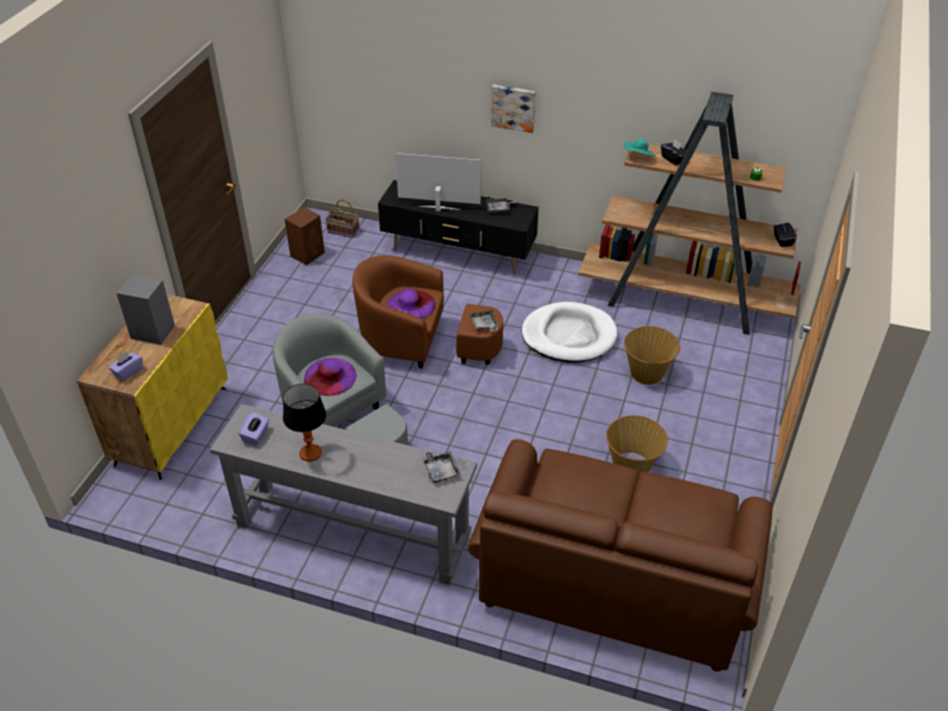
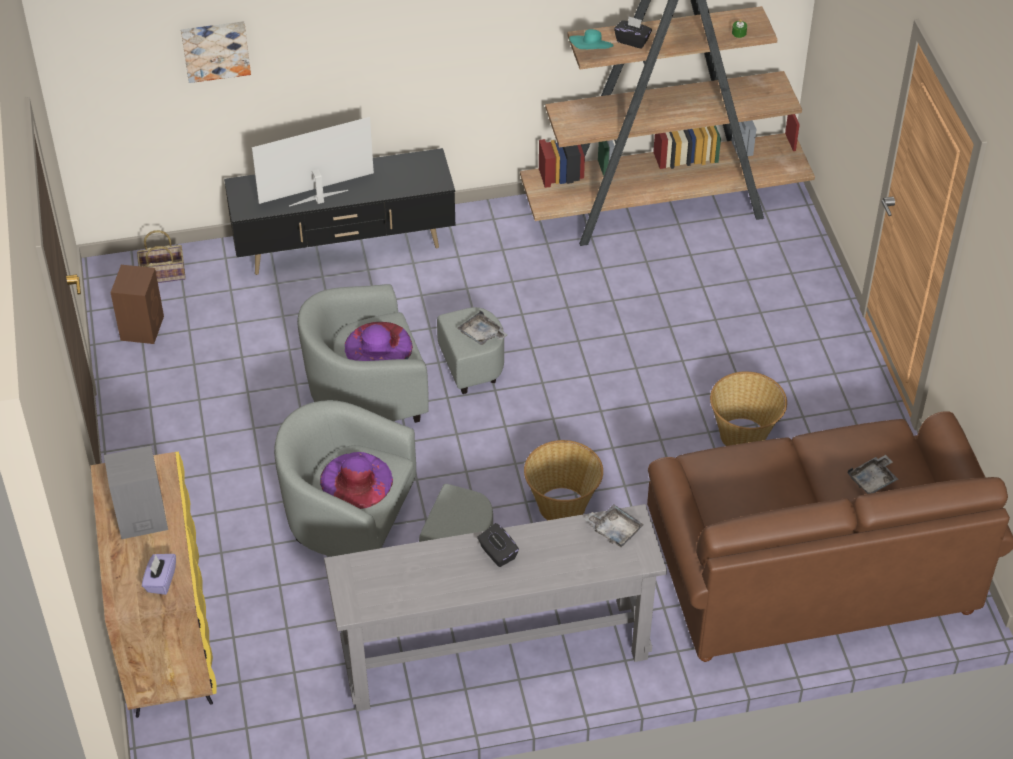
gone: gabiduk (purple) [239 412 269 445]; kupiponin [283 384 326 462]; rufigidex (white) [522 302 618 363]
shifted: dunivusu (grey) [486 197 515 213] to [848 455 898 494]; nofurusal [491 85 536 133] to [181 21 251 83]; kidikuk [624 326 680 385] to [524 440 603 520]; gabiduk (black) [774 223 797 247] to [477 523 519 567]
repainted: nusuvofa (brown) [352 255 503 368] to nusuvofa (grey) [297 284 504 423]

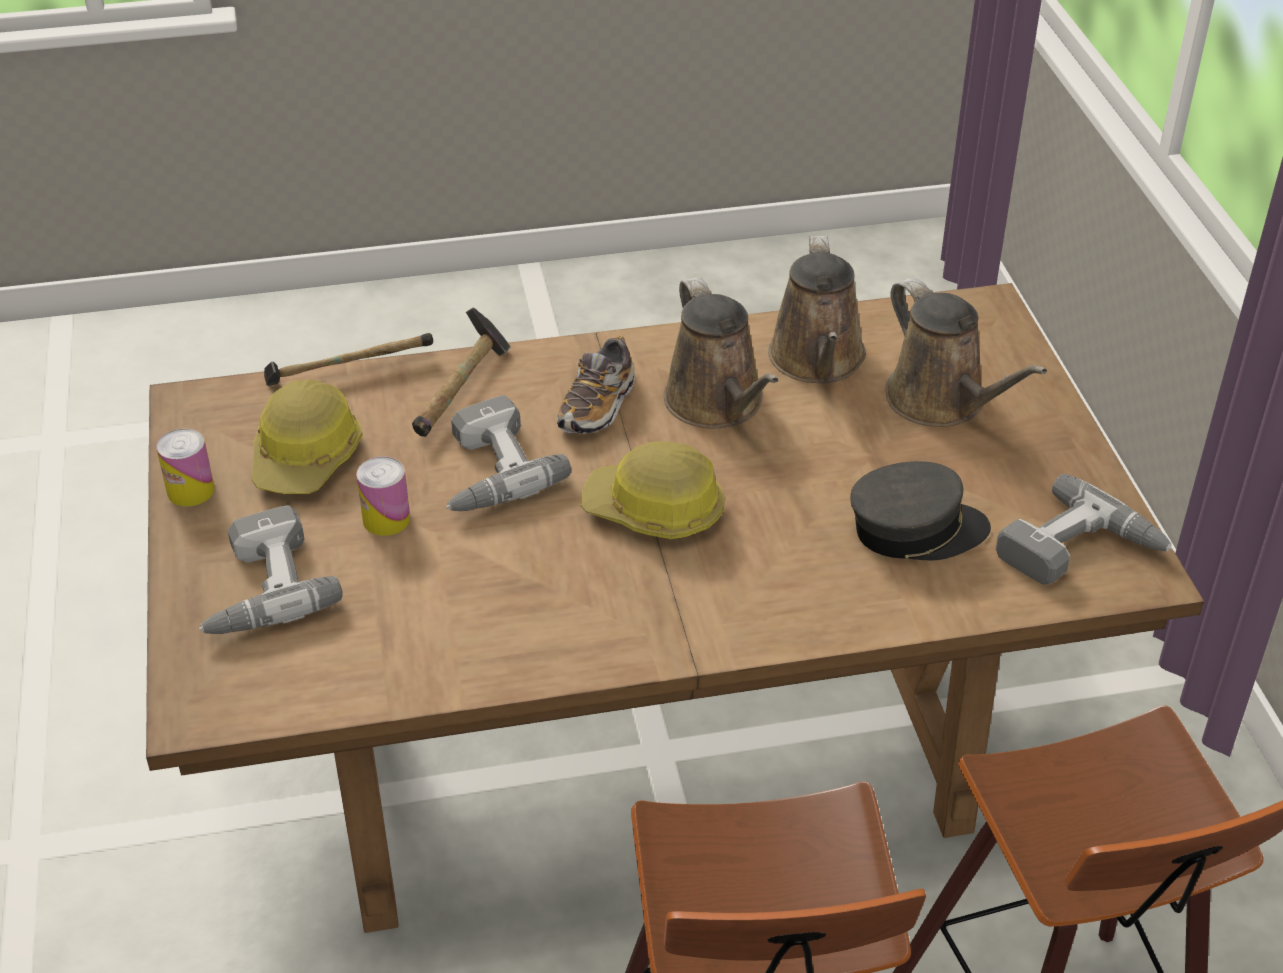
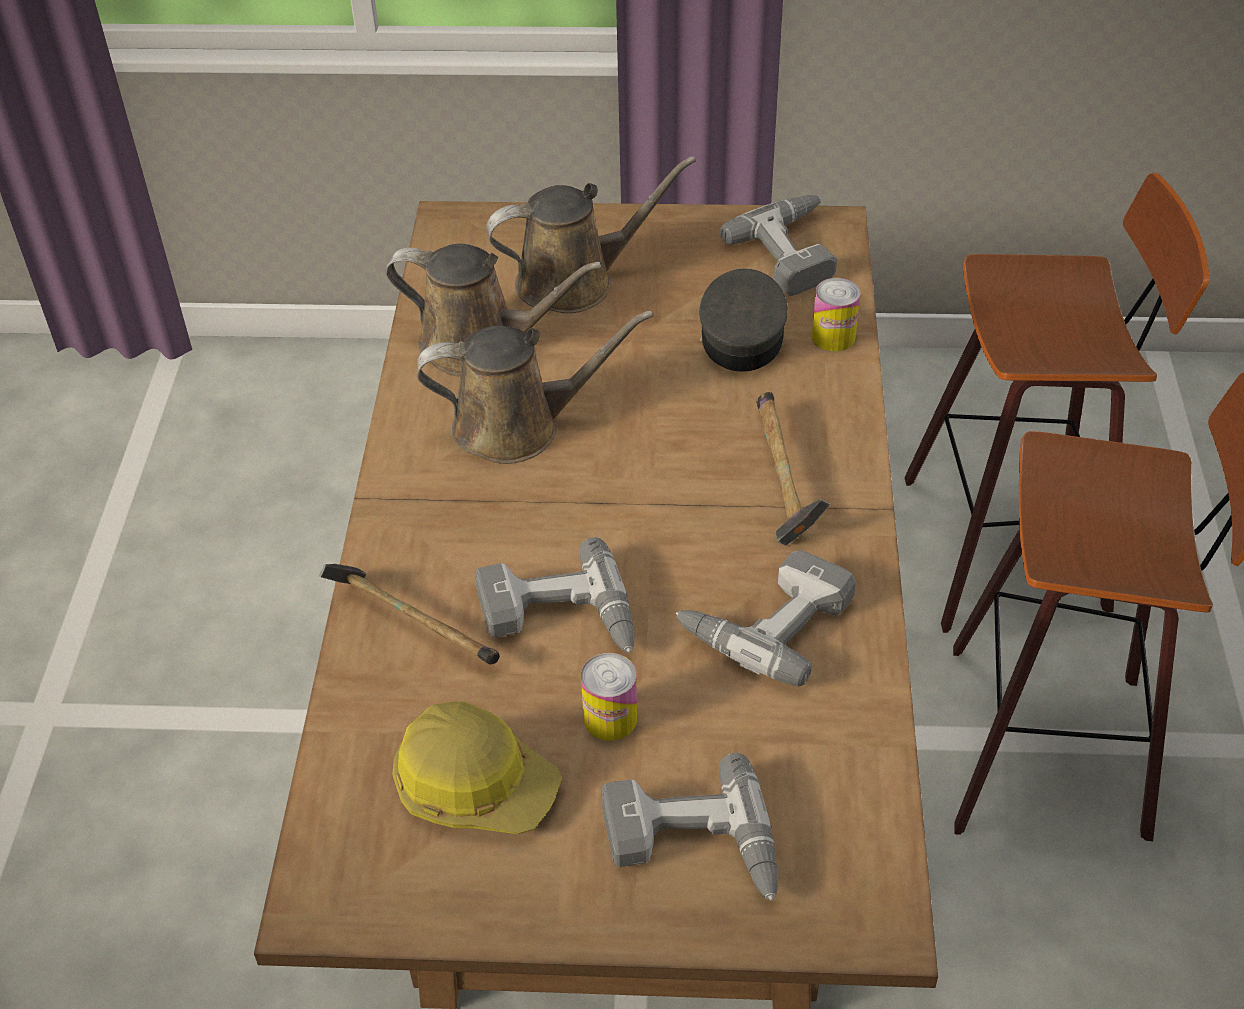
gone: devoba [557 336 635 434]; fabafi [581 441 725 539]
new: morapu [675 550 856 686]
shifted: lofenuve [156 429 214 507] to [812 278 860 351]; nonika [264 333 433 386] to [756 392 830 546]

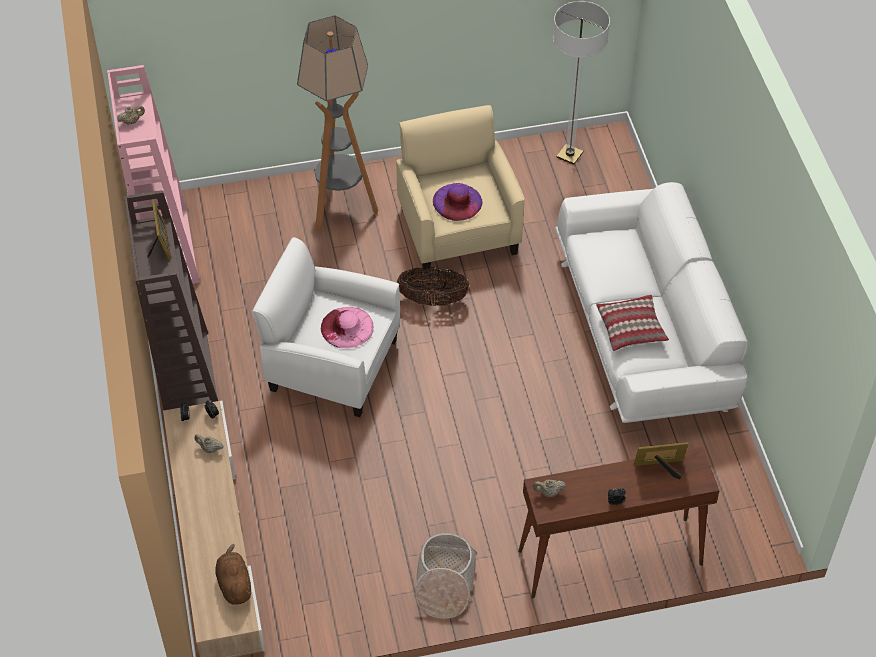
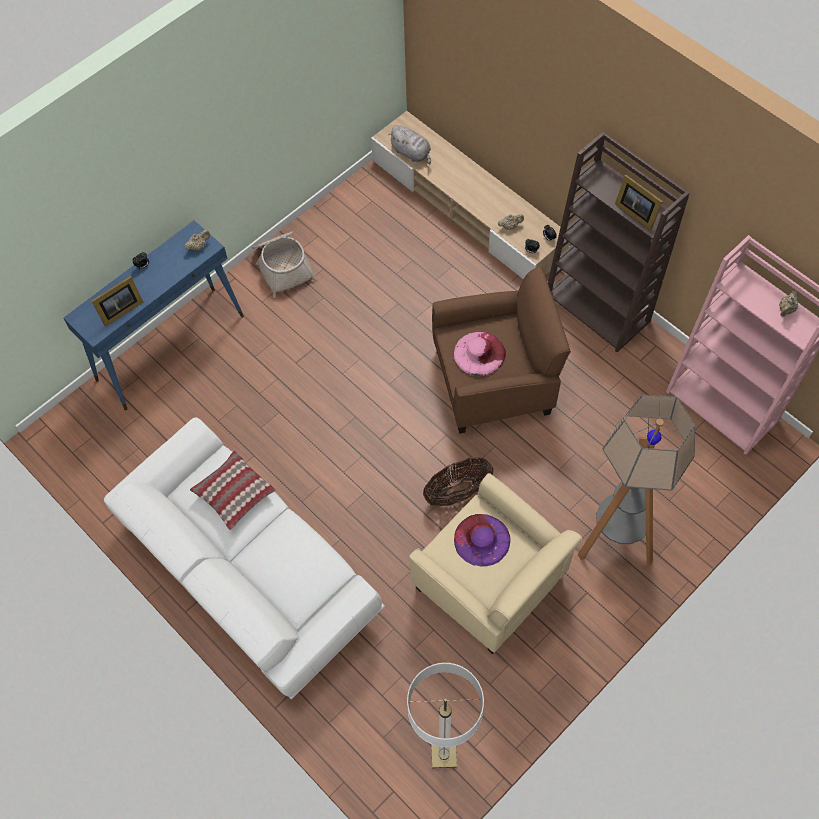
repainted: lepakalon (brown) [215 544 251 605] to lepakalon (grey) [388 125 431 165]; nusuvofa (white) [252 237 400 417] to nusuvofa (brown) [432 267 571 434]; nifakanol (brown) [518 447 720 598] to nifakanol (blue) [63 220 244 411]

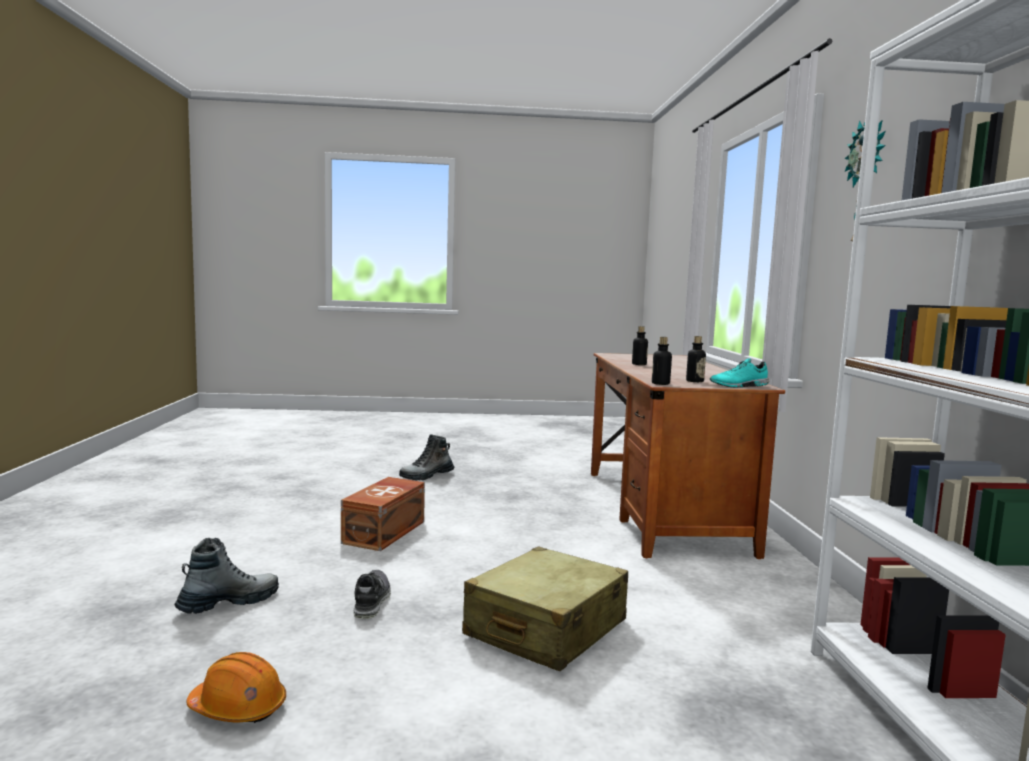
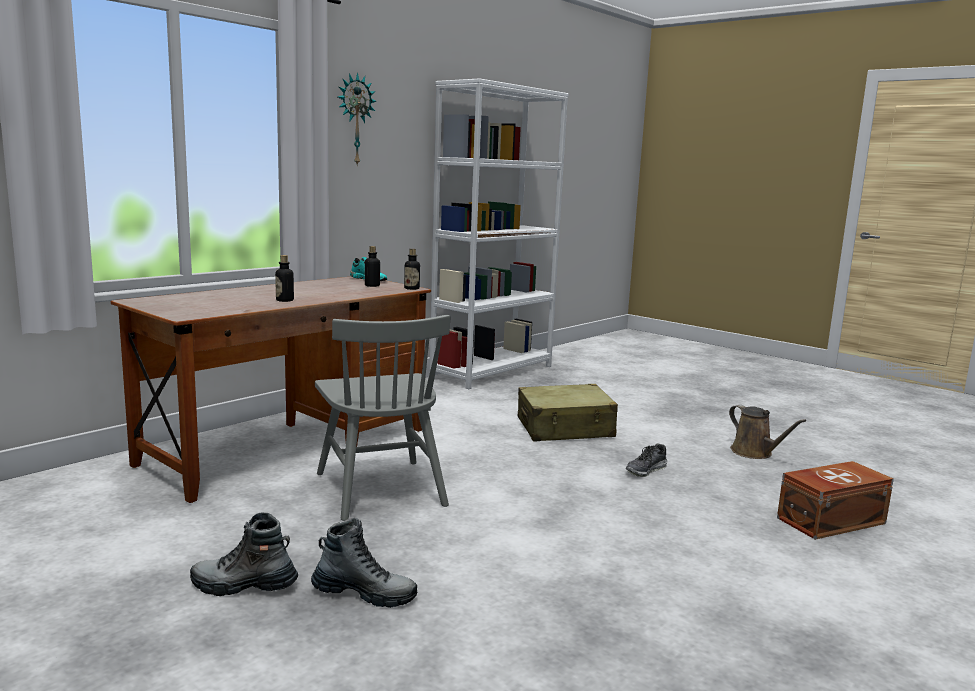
new: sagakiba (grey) [315 315 450 521]
shifted: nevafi [174 538 279 614] to [190 512 298 596]; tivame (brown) [341 477 425 551] to [777 461 894 540]
swapped: fabafi (orange) [186 652 286 723] to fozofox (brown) [729 405 806 459]

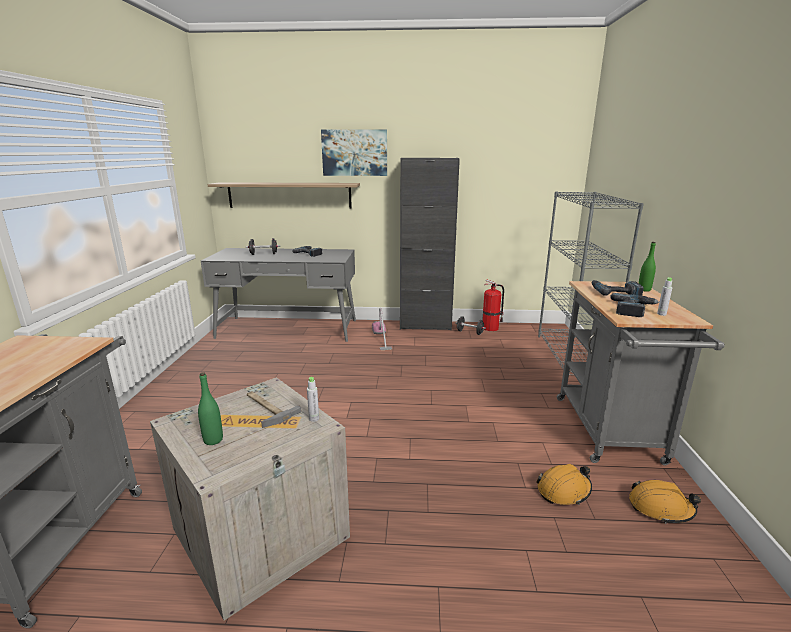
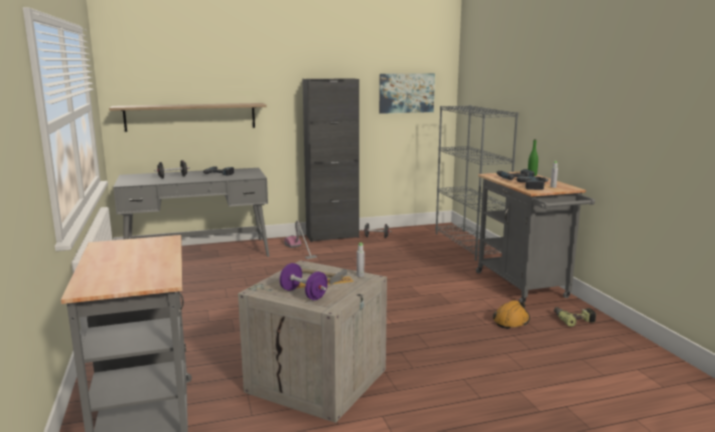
gone: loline [482 280 504 331]
shifted: nofurusal [321 129 387 176] to [379 73 435 114]
swapped: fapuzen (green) [198 372 223 445] to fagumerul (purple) [280 263 328 300]; fabafi (orange) [629 480 701 524] to morapu [554 307 597 327]

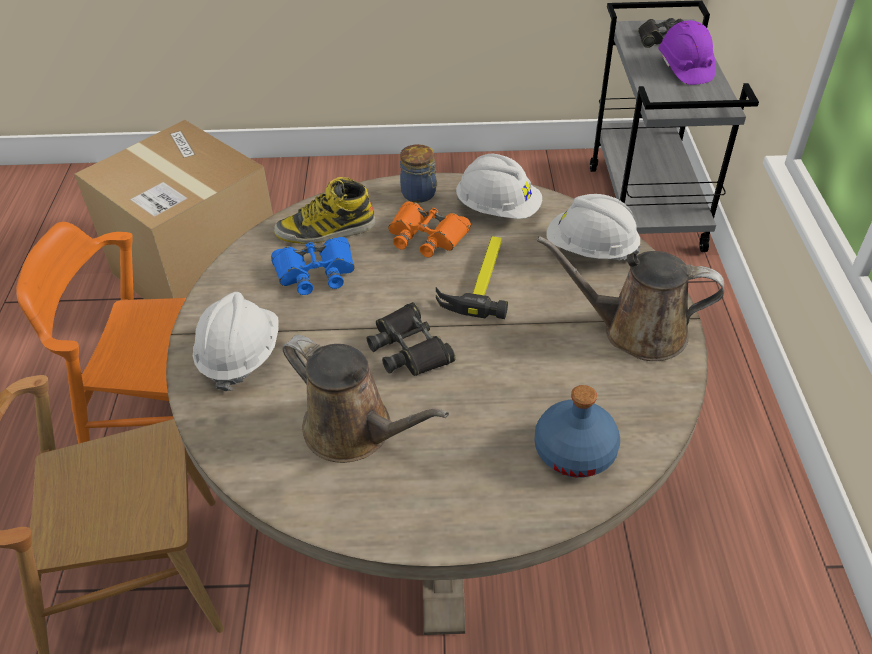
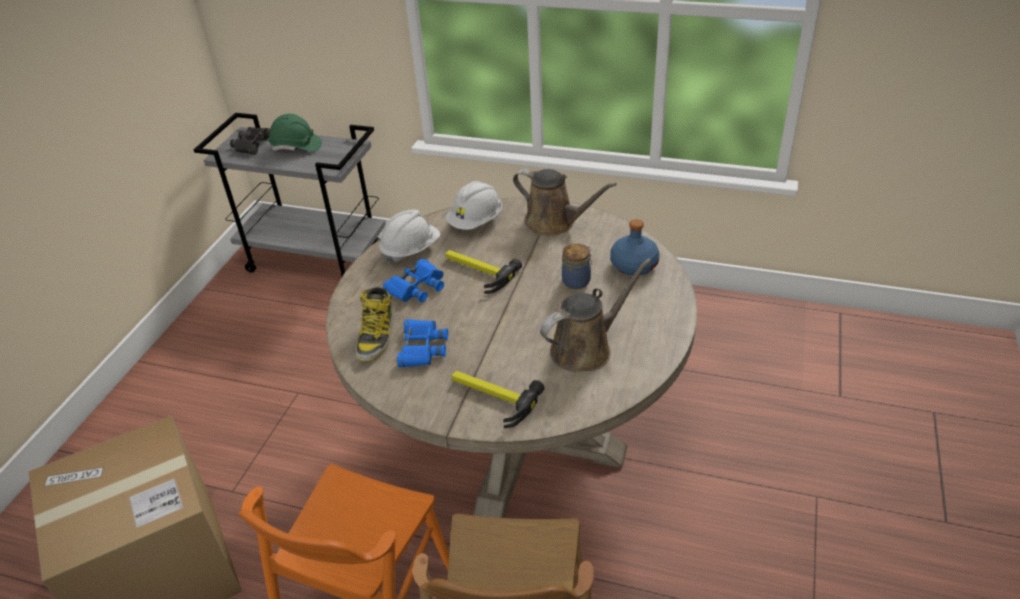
gone: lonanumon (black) [367 302 455 376]
shifted: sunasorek [400 144 437 203] to [562 243 592 289]
swapped: fabafi (white) [193 292 278 391] to nonika [451 371 545 428]
repainted: lonanumon (orange) [388 201 471 257] to lonanumon (blue) [383 259 444 302]; fabafi (purple) [659 20 716 85] to fabafi (green) [269 114 322 151]
rotated: fozofox (brown) [537 236 724 361] = [513 168 617 236] 90 degrees counterclockwise

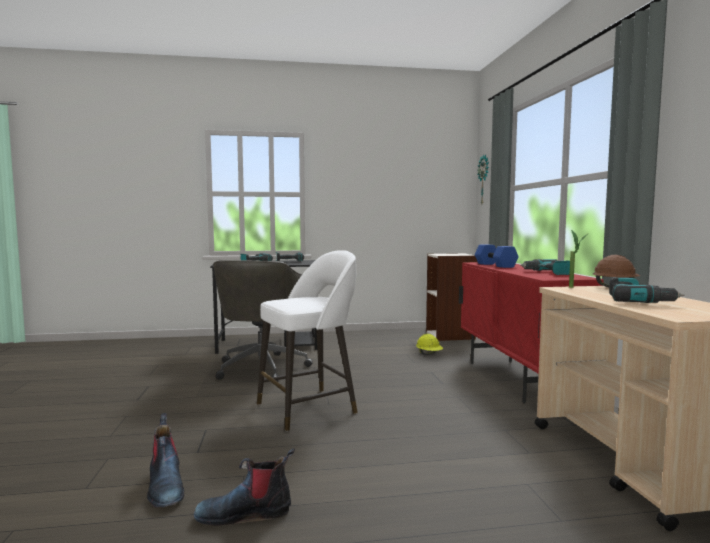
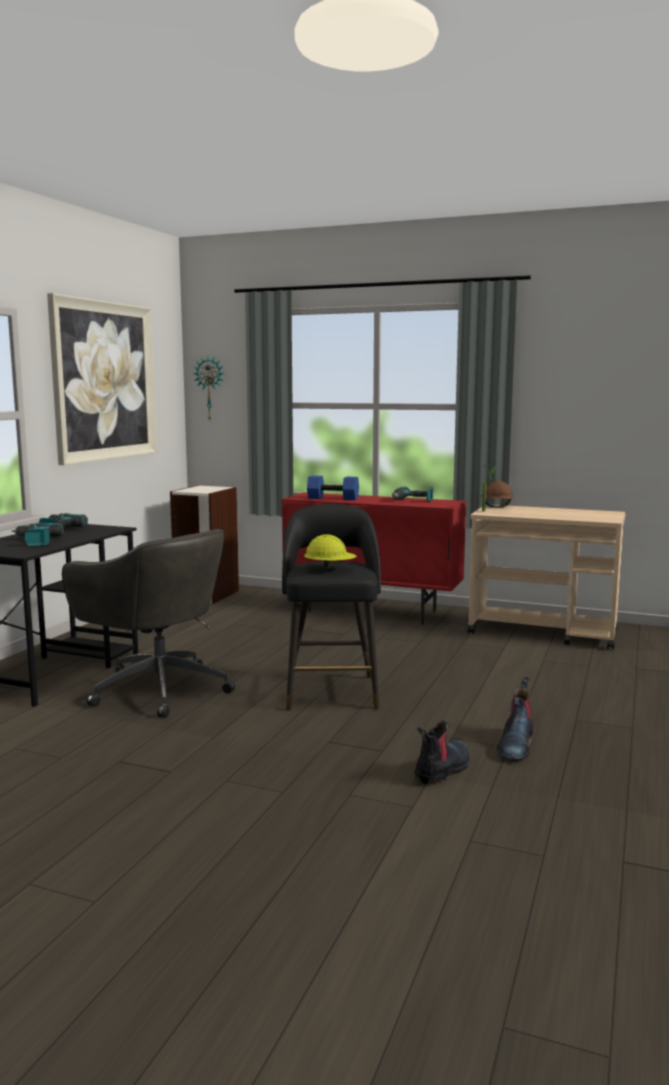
gone: morapu [609 277 684 303]
new: nofurusal [47 293 157 465]
shifted: fabafi (yellow) [416 334 443 355] to [304 534 357 571]
repainted: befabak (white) [257 250 358 431] to befabak (black) [282 504 381 710]
rotated: nevafi [147 413 184 508] = [414 720 470 785] 60 degrees counterclockwise

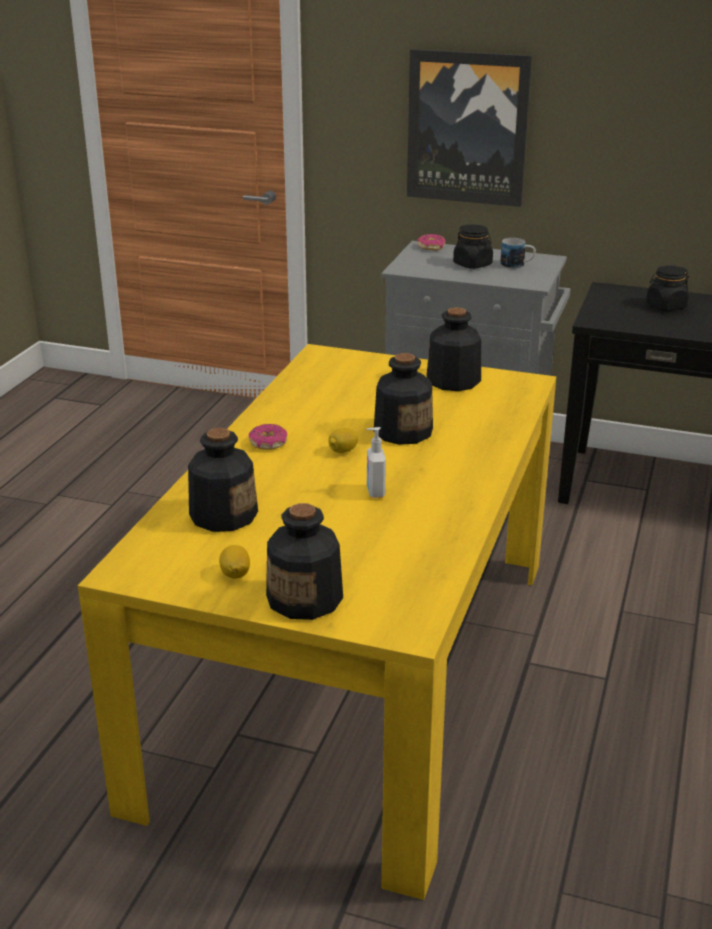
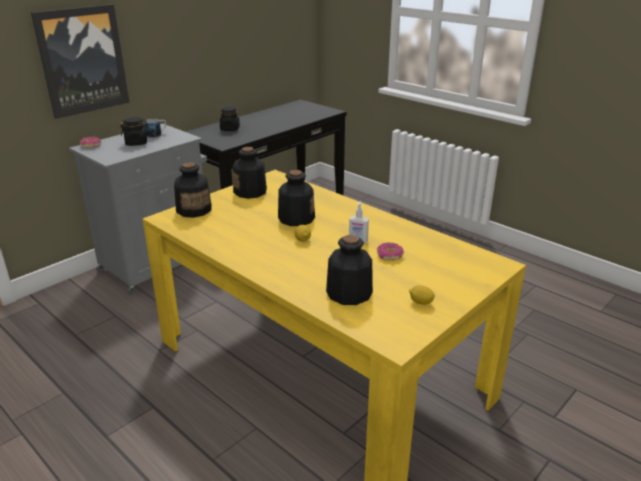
shifted: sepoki [248 424 287 450] to [377 242 404 261]; fapuzen [266 503 343 620] to [174 162 212 218]

